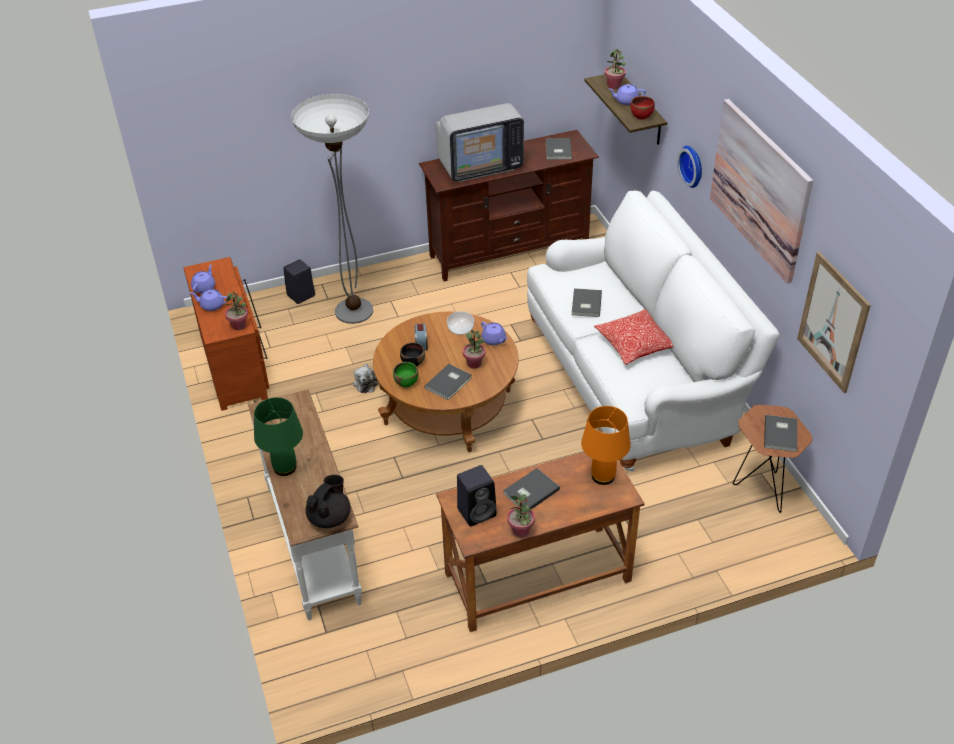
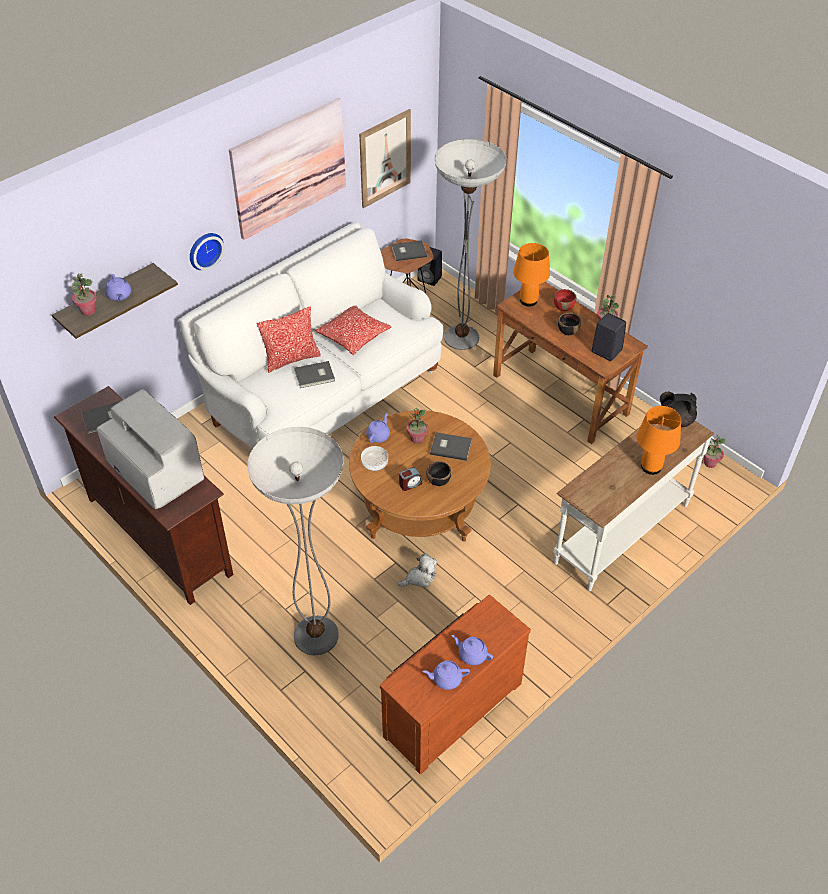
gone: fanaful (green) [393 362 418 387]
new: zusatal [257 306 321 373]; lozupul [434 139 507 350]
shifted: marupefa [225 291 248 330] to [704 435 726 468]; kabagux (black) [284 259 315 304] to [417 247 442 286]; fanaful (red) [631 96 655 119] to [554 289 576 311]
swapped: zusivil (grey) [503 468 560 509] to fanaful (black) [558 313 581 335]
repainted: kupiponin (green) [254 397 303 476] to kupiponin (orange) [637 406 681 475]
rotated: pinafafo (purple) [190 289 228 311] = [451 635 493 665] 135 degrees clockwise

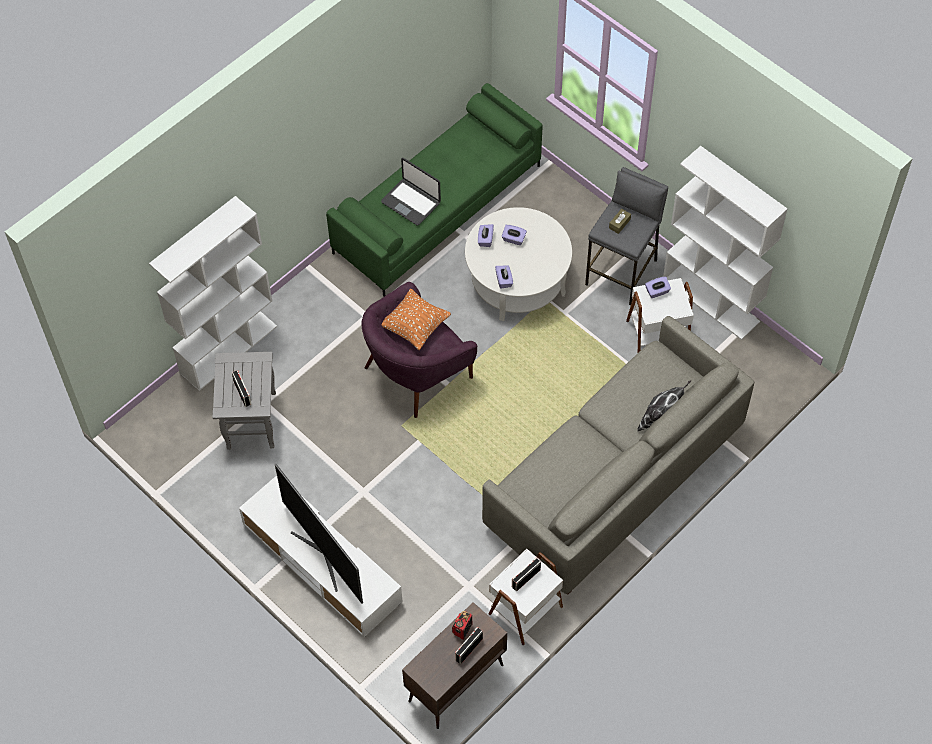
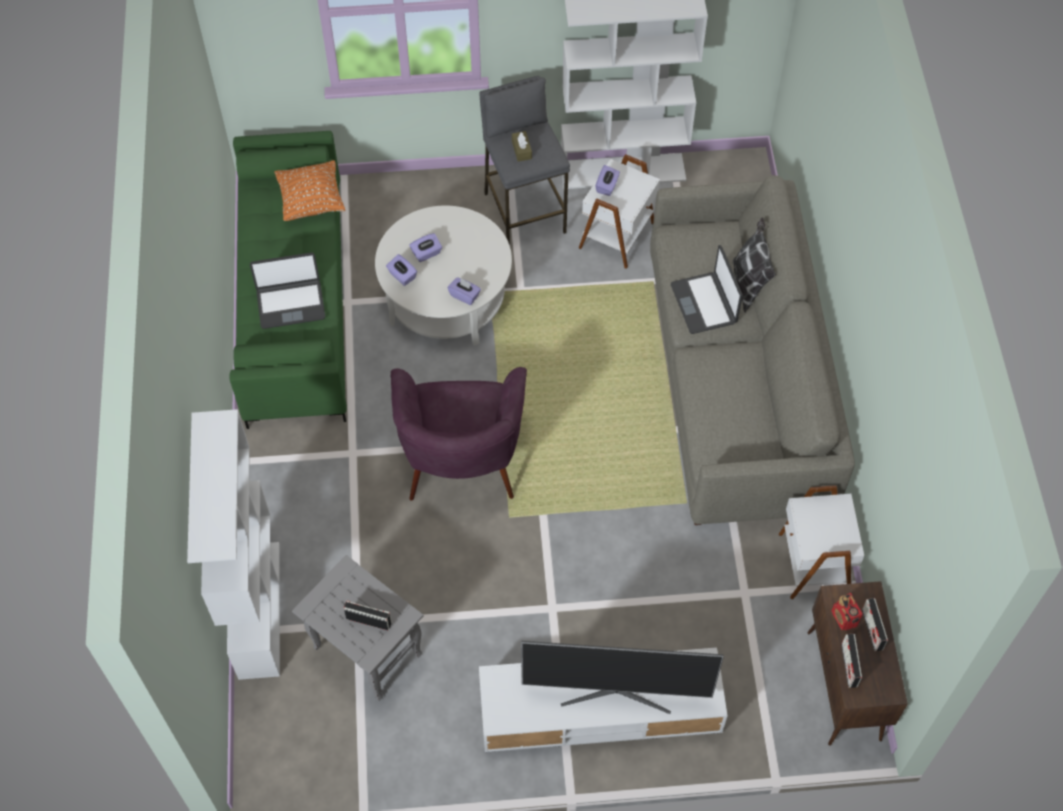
new: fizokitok [671 245 743 334]
shifted: zusatal (orange) [382 289 451 350] to [275 160 345 221]; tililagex [512 558 541 591] to [841 634 862 688]

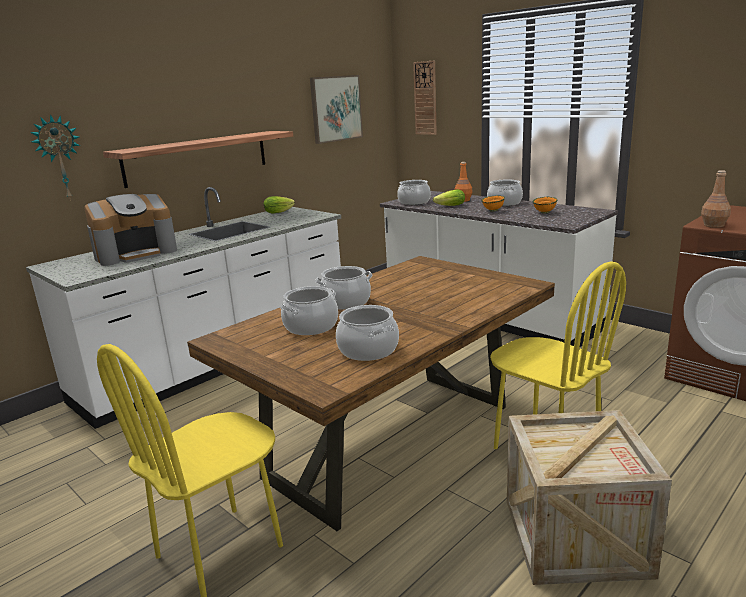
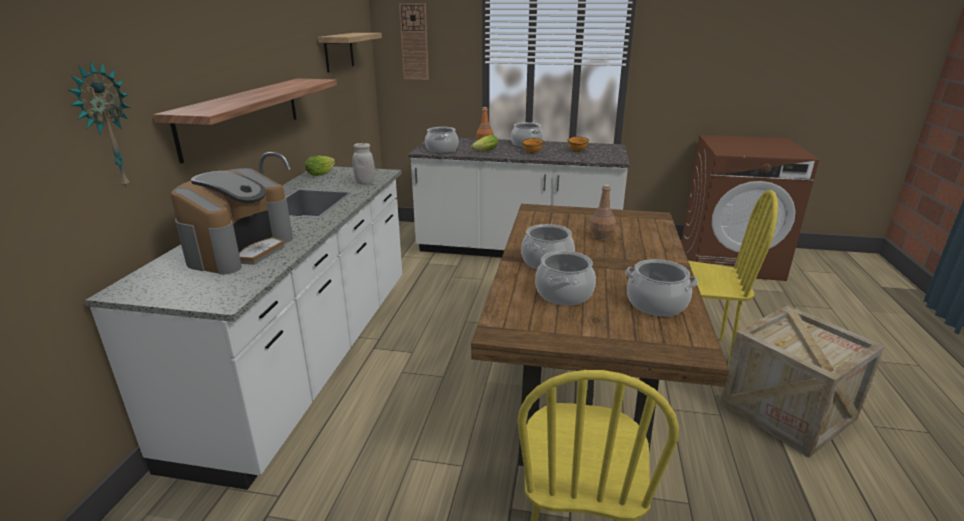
new: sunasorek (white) [352 143 375 185]
shifted: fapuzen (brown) [701 170 731 228] to [590 184 616 241]
swapped: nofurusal [310 75 363 144] to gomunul [318 33 382 72]

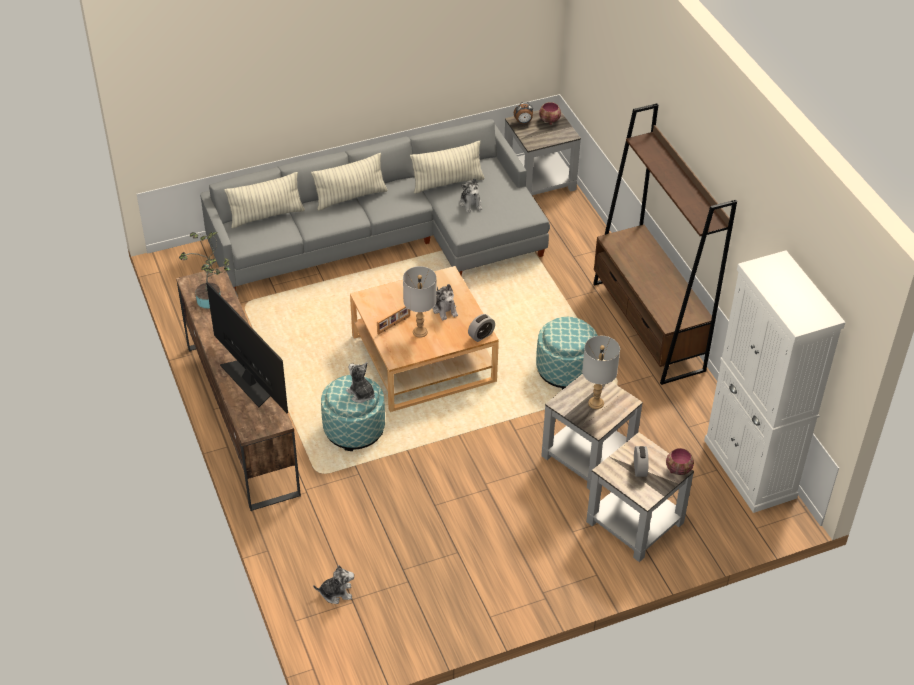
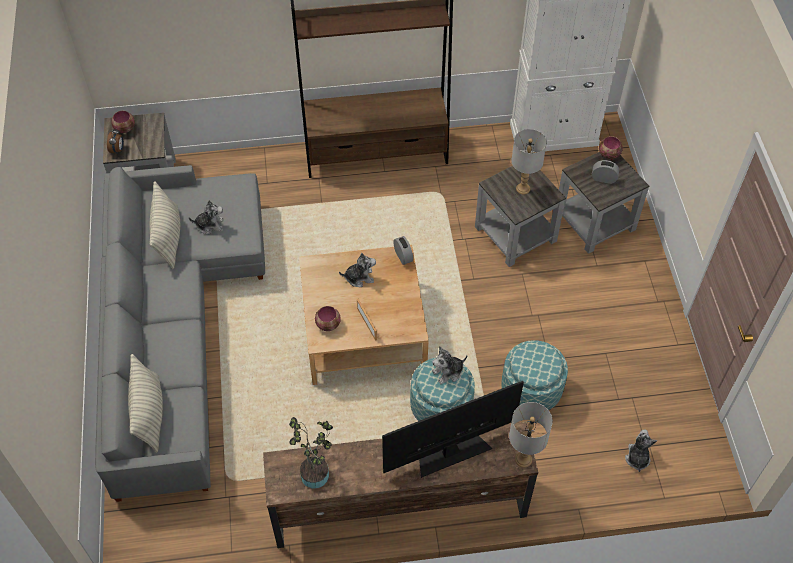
gone: zusatal [311 153 388 211]
new: fanaful [315 306 341 331]
shifted: kupiponin (grey) [403 266 436 338] to [509 402 553 468]; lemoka [536 317 598 390] to [502 340 568 410]

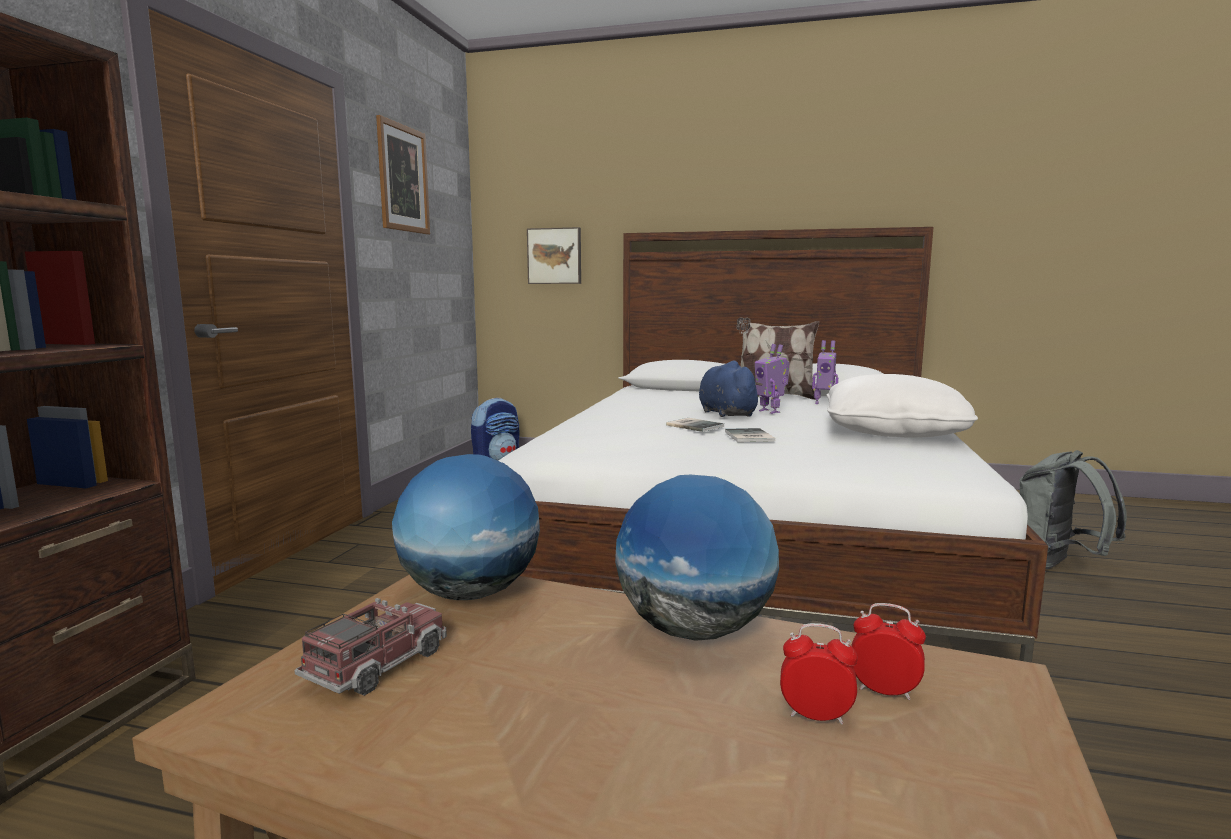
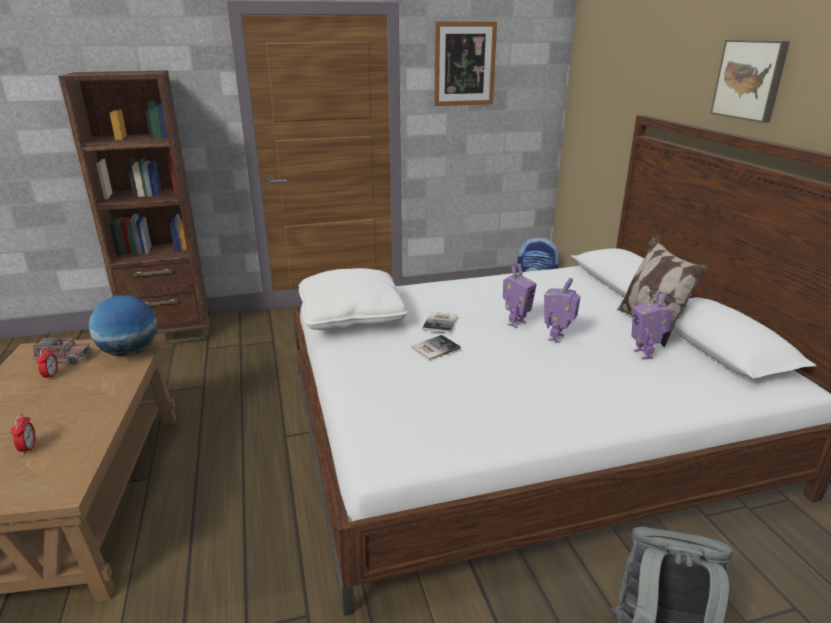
gone: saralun [615 475 779 641]
shifted: nofurusal [527 227 581 284] to [710 40 790 123]; zusatal (white) [827 374 978 438] to [299 268 408 330]; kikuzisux [851 603 926 700] to [36 346 58 380]
swapped: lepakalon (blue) [699 361 763 417] to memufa [503 264 537 328]

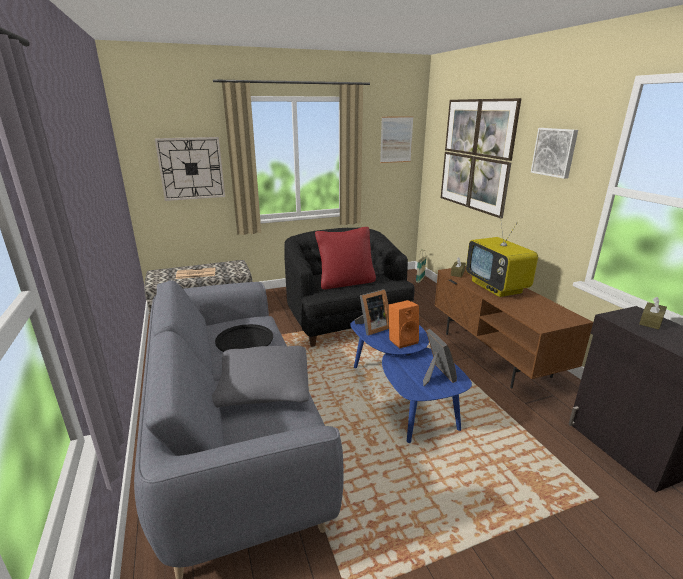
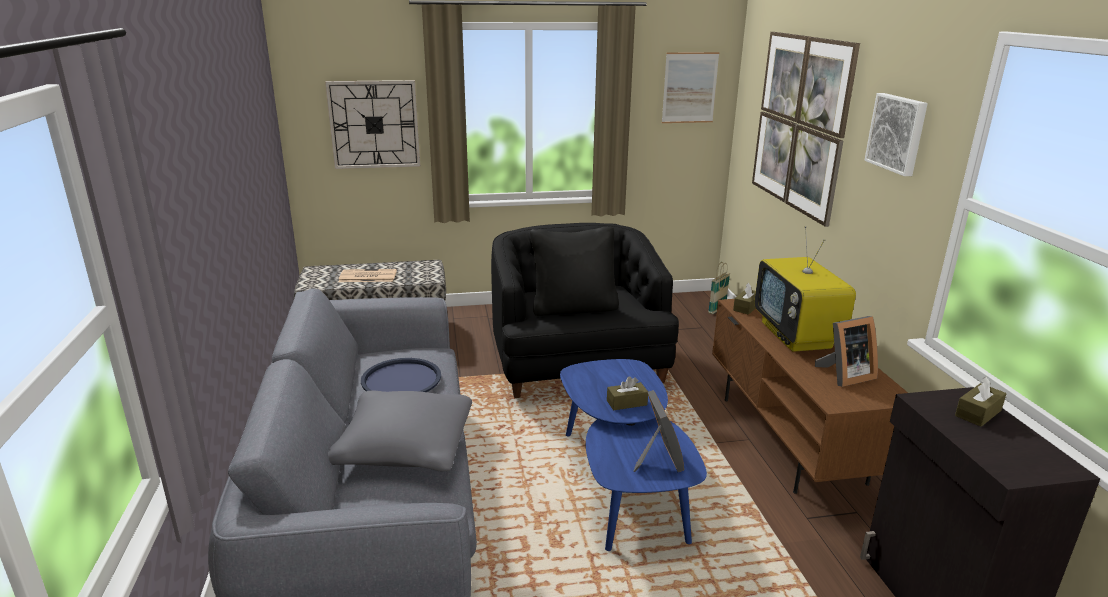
shifted: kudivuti [355 289 389 335] to [815 316 878 387]
swapped: kabagux (orange) [389 300 419 349] to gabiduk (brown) [607 376 648 410]
repainted: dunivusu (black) [215 324 273 352] to dunivusu (blue) [361 358 441 392]; zusatal (red) [315 227 376 289] to zusatal (black) [530 227 619 316]

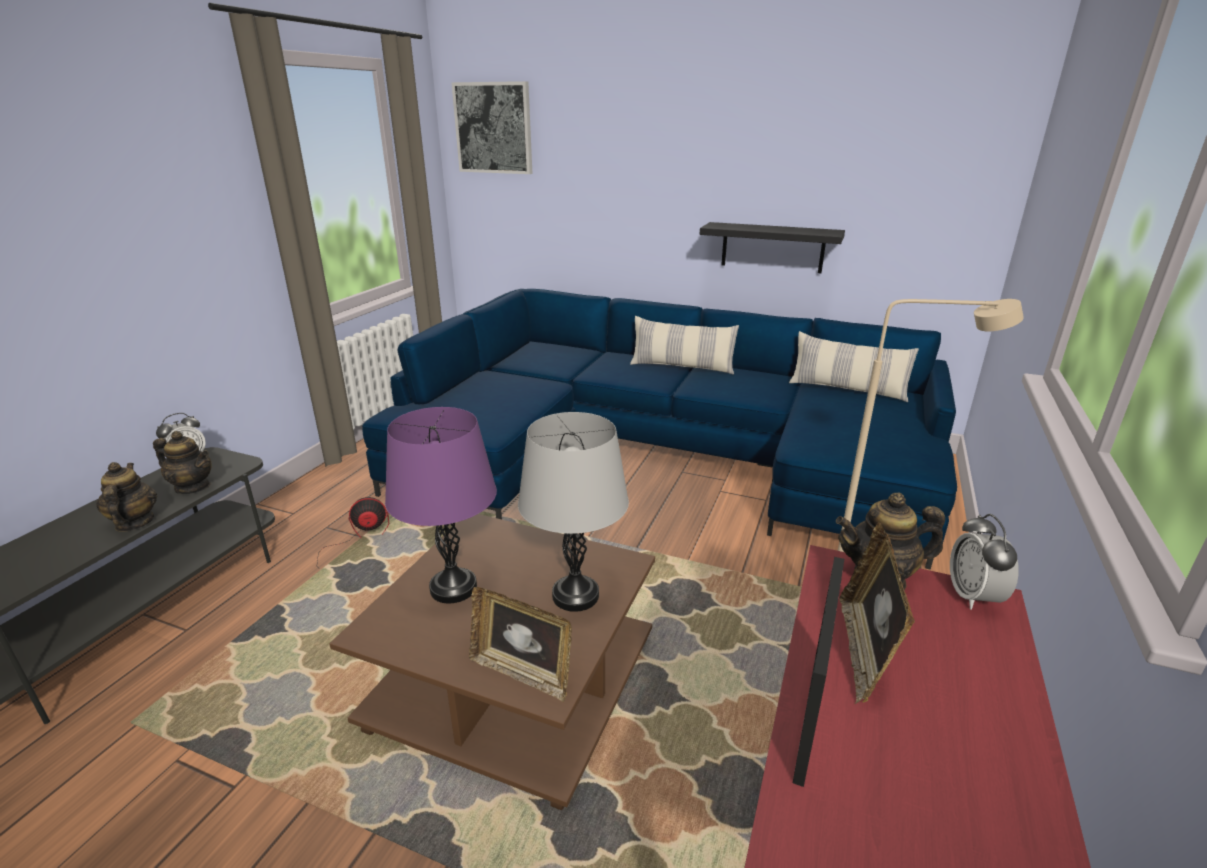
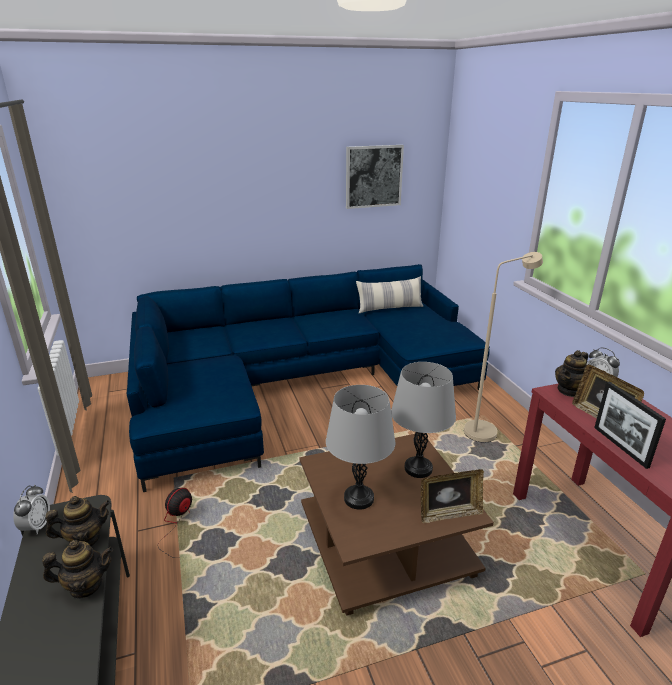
gone: zusatal [630 316 739 375]; gomunul (black) [700 222 845 273]
shifted: nofurusal [451 81 532 174] to [346 145 404 209]
repainted: kupiponin (purple) [385 407 497 604] to kupiponin (grey) [326 385 395 510]
rotated: pinafafo [96 462 157 532] = [42 540 113 599] 135 degrees clockwise

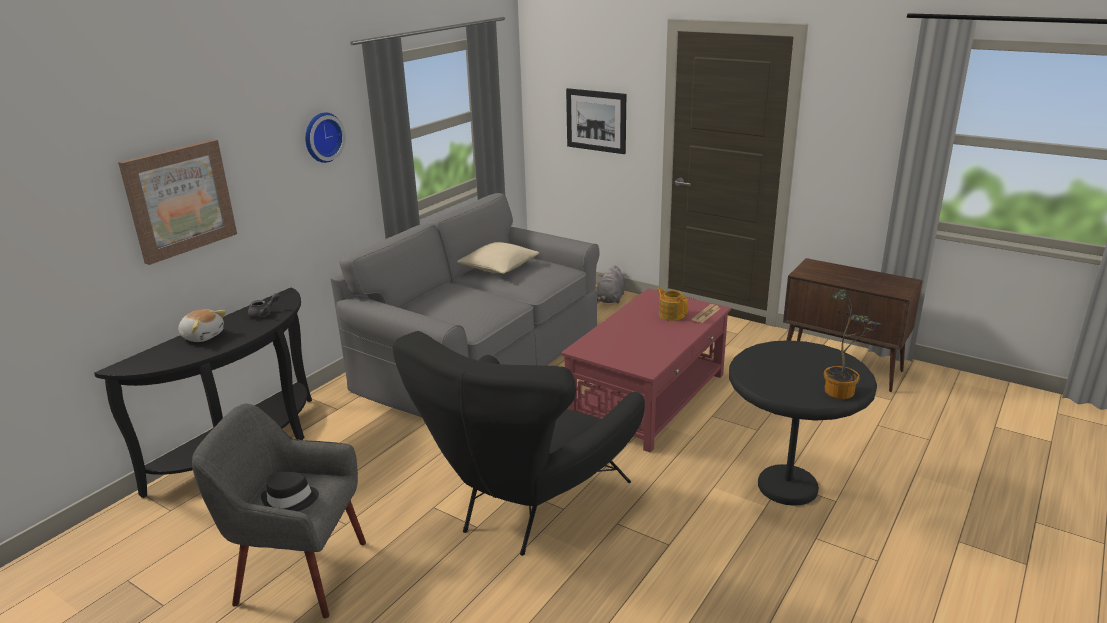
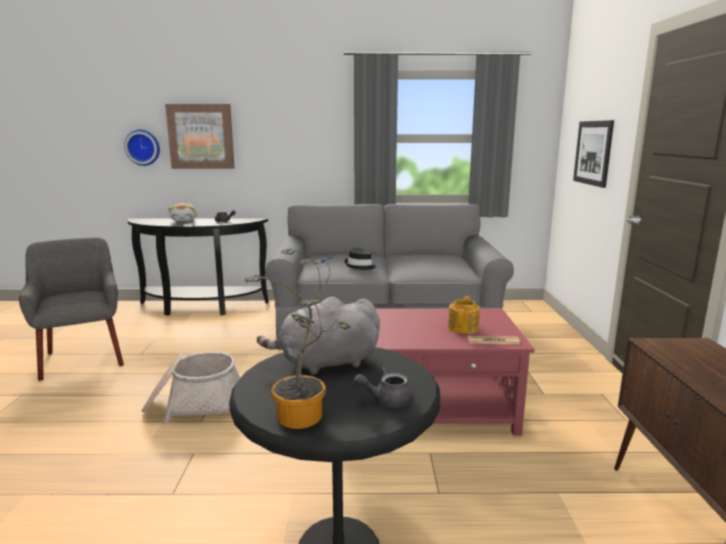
gone: zusatal (beige) [457 242 539 274]
new: pinafafo (grey) [354 367 414 408]
shifted: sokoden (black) [261 472 319 511] to [345 248 376 270]; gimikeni [305 112 346 163] to [124 130 160 166]; lepakalon (grey) [596 265 626 303] to [257 297 380 375]
swapped: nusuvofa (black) [393 331 645 556] to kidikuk [141 352 240 423]

